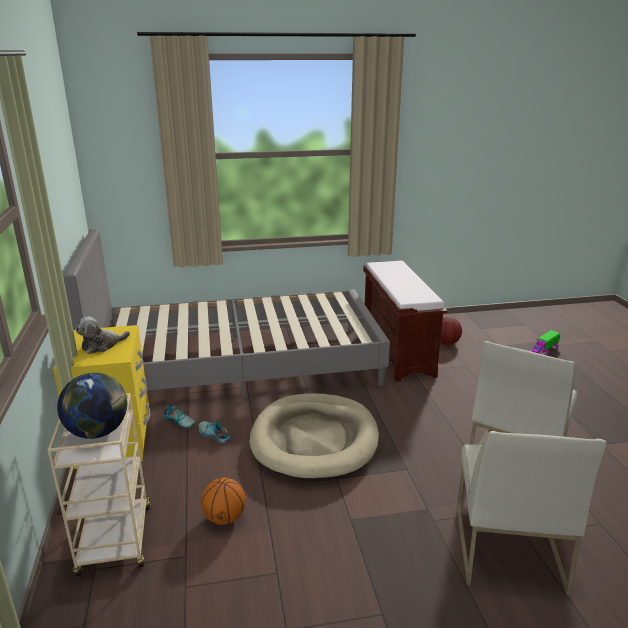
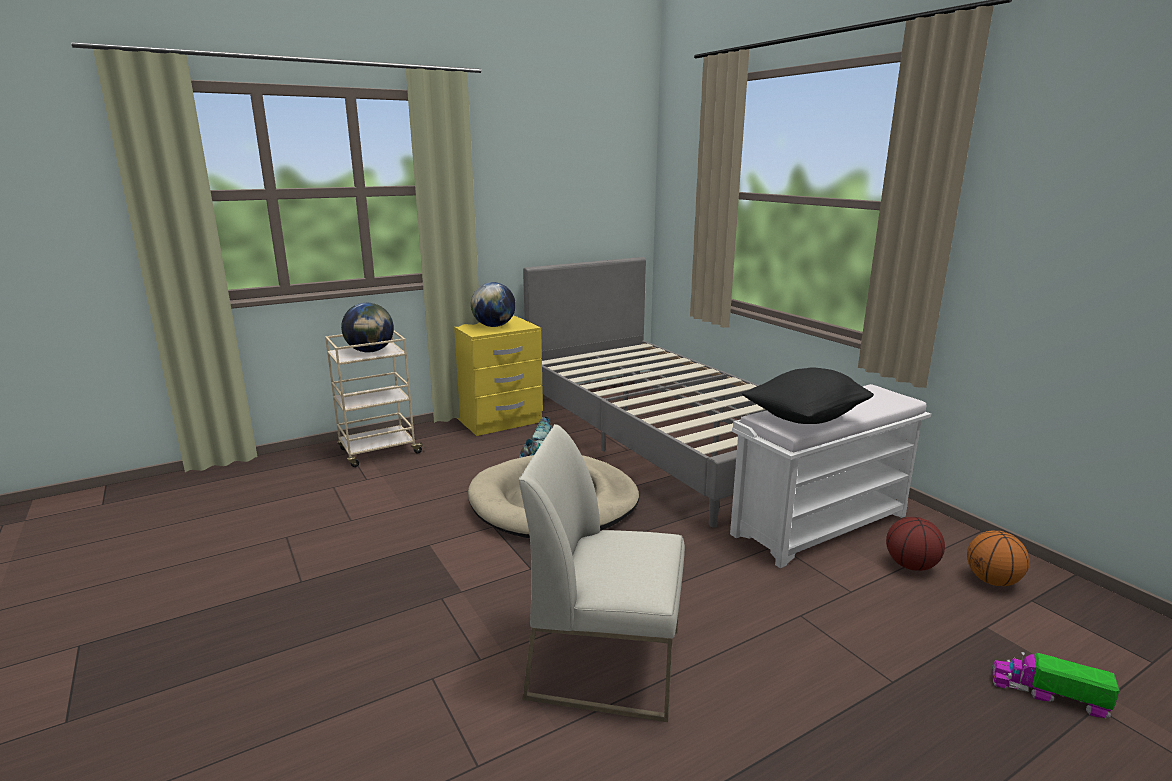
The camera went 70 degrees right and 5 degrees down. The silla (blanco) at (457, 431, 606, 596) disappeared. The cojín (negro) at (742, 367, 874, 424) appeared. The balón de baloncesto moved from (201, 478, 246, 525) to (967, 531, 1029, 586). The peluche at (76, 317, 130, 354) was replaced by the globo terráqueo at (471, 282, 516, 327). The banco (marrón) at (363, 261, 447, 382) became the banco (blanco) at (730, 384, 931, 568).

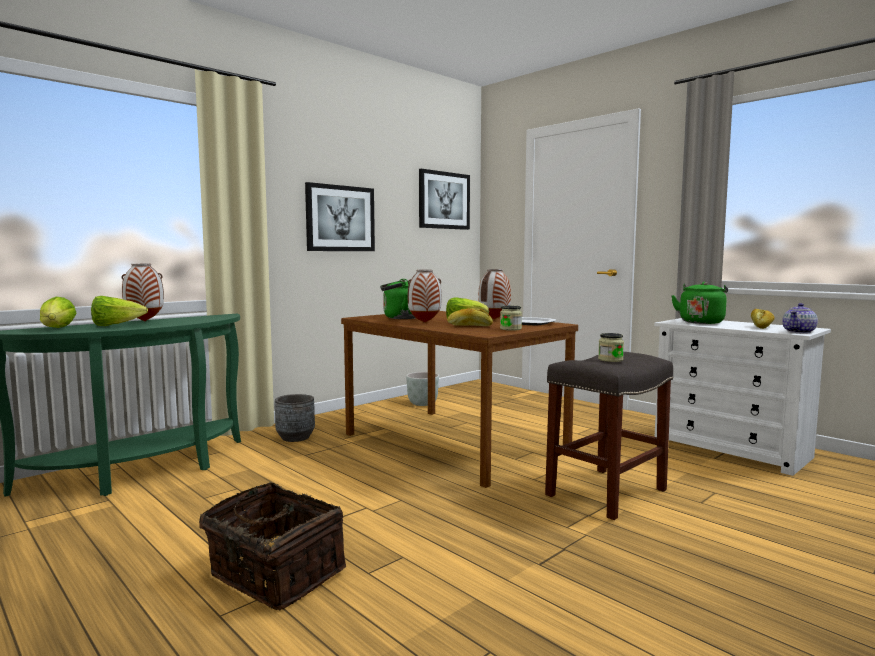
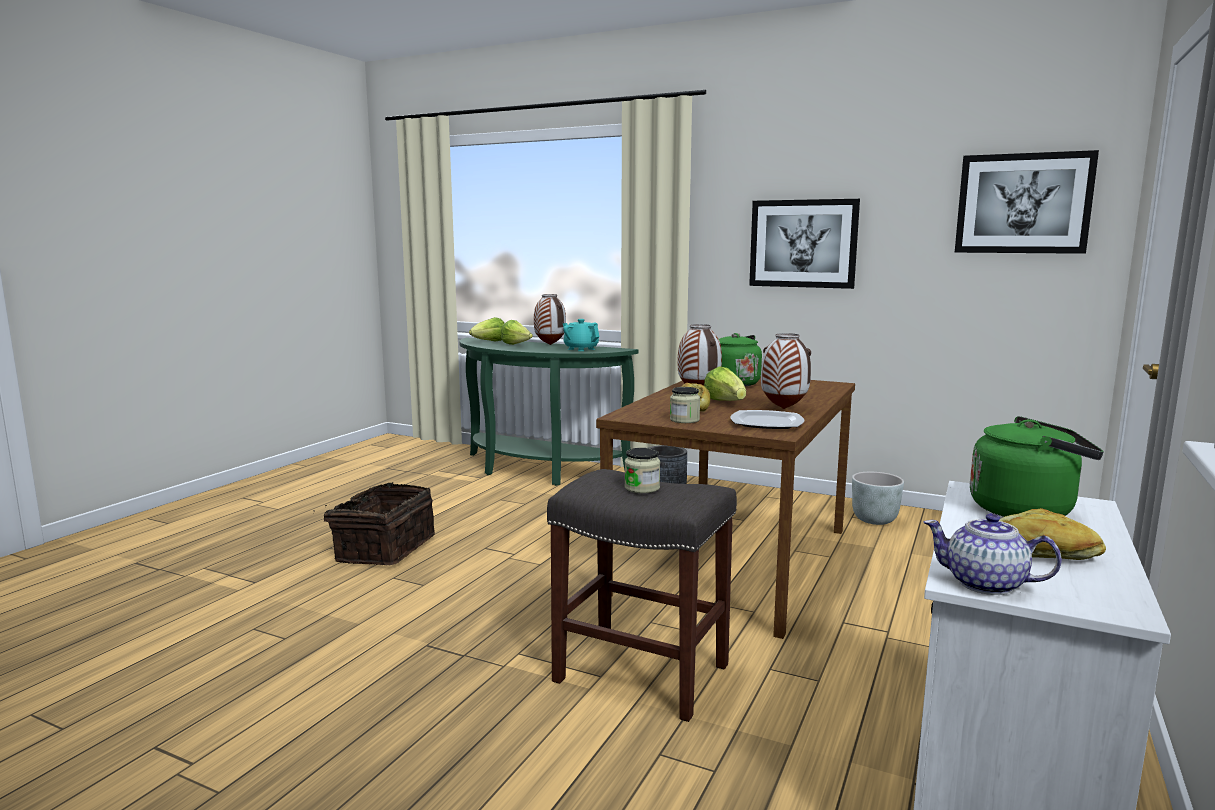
The camera went 70 degrees right and 5 degrees up. The tetera (turquesa) at (563, 319, 599, 351) appeared.

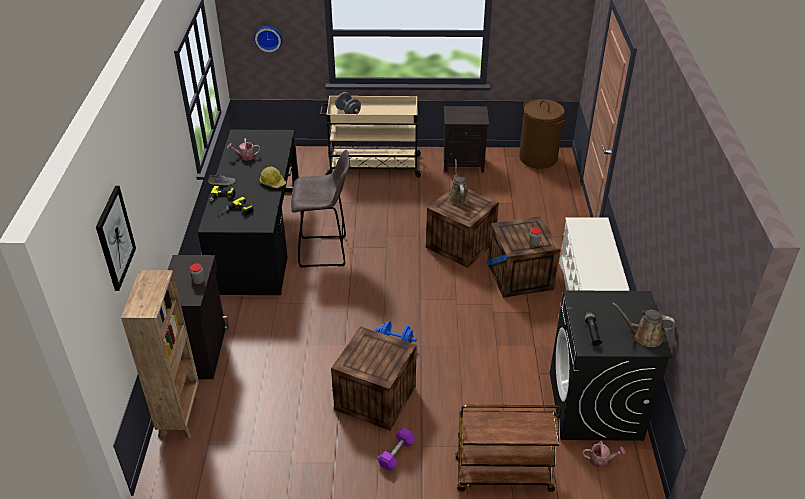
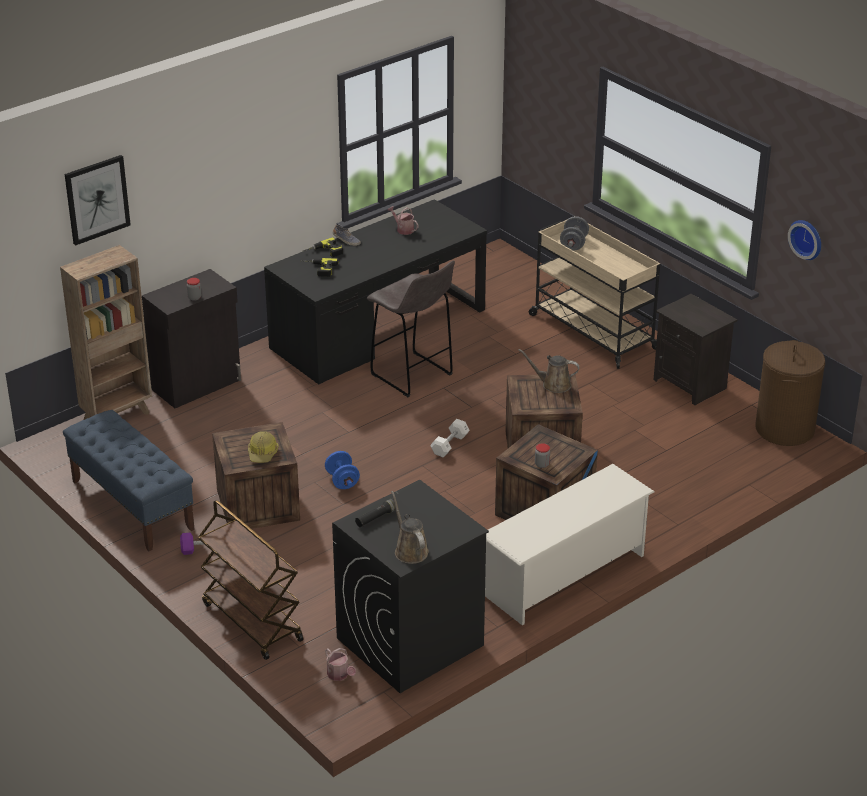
The camera went 50 degrees right and 5 degrees down. The banco (azul) at (63, 410, 195, 551) appeared. The mancuerna (blanco) at (430, 419, 470, 457) appeared. The reloj de pared moved from (254, 26, 282, 52) to (788, 220, 821, 260). The casco moved from (260, 167, 286, 188) to (248, 431, 279, 463). The regadera (marrón) at (448, 159, 469, 205) turned 120 degrees counterclockwise.

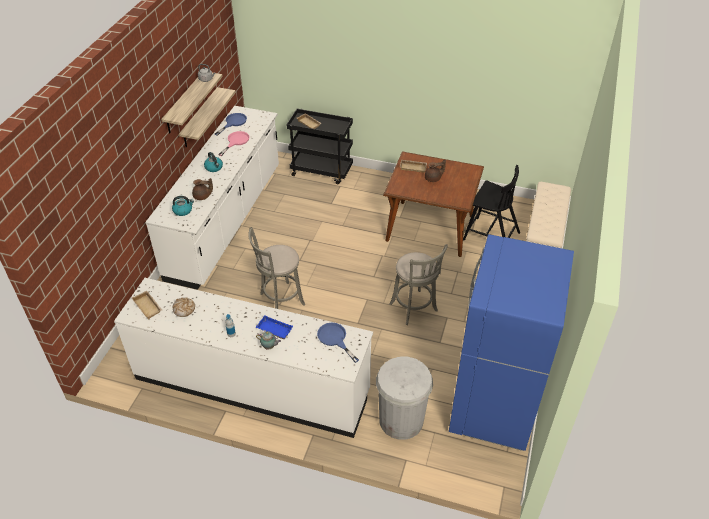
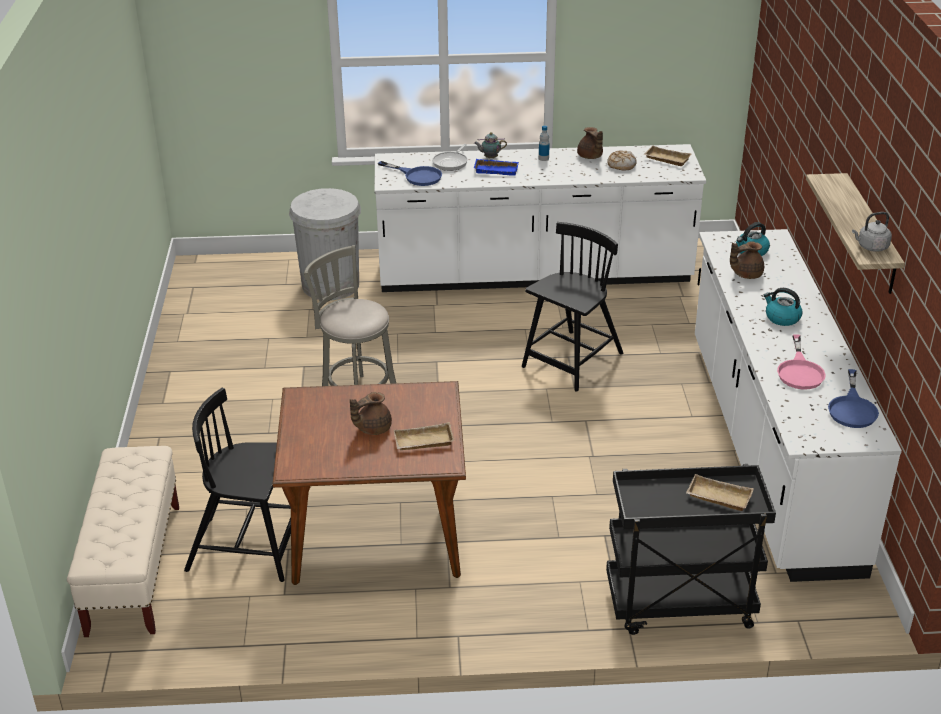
The camera went 160 degrees right and 10 degrees down. The estante at (179, 87, 236, 147) disappeared. The nevera (azul) at (449, 234, 574, 451) disappeared. The sartén at (432, 144, 468, 171) appeared. The tetera (marrón) at (577, 127, 603, 159) appeared. The taburete (gris) at (248, 227, 305, 309) was replaced by the silla (negro) at (522, 222, 623, 392).

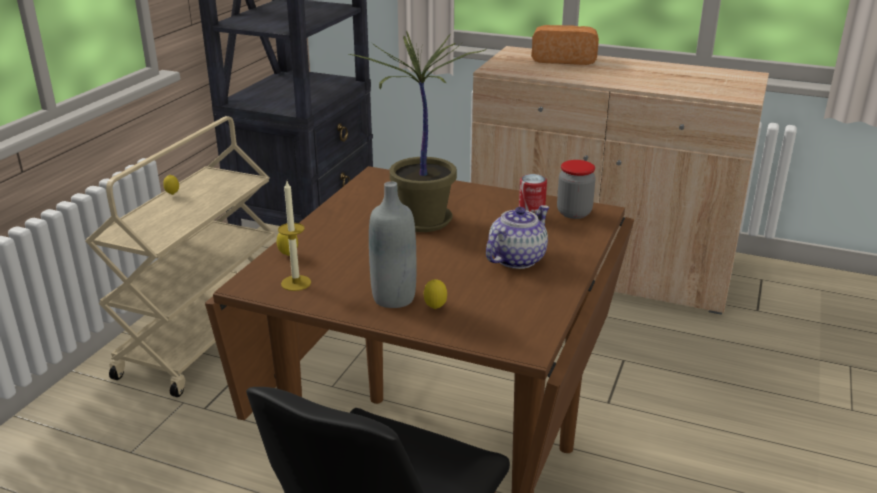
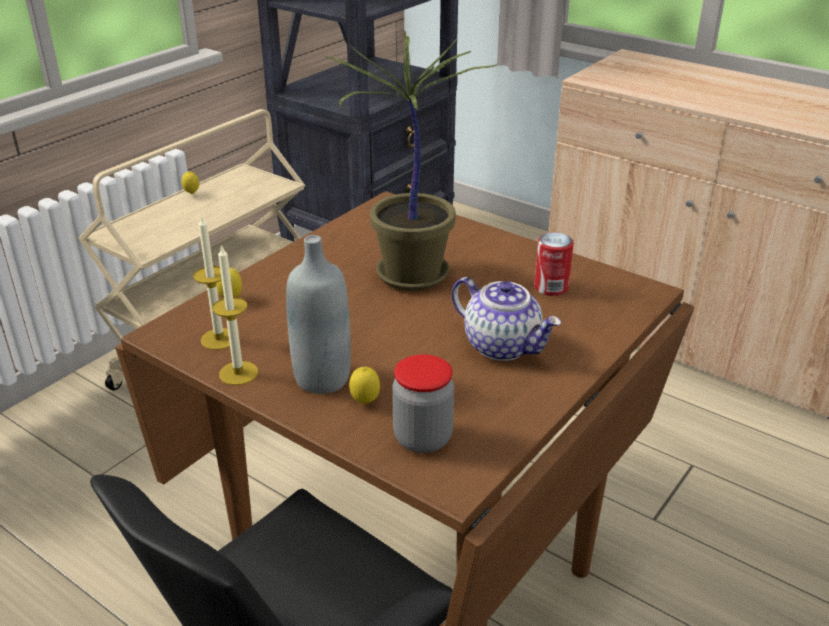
The camera went 15 degrees right and 5 degrees up. The pan at (531, 25, 599, 65) disappeared. The vela at (212, 244, 258, 385) appeared. The tarro moved from (557, 160, 596, 219) to (392, 354, 454, 453). The tetera at (486, 205, 549, 269) turned 75 degrees clockwise.

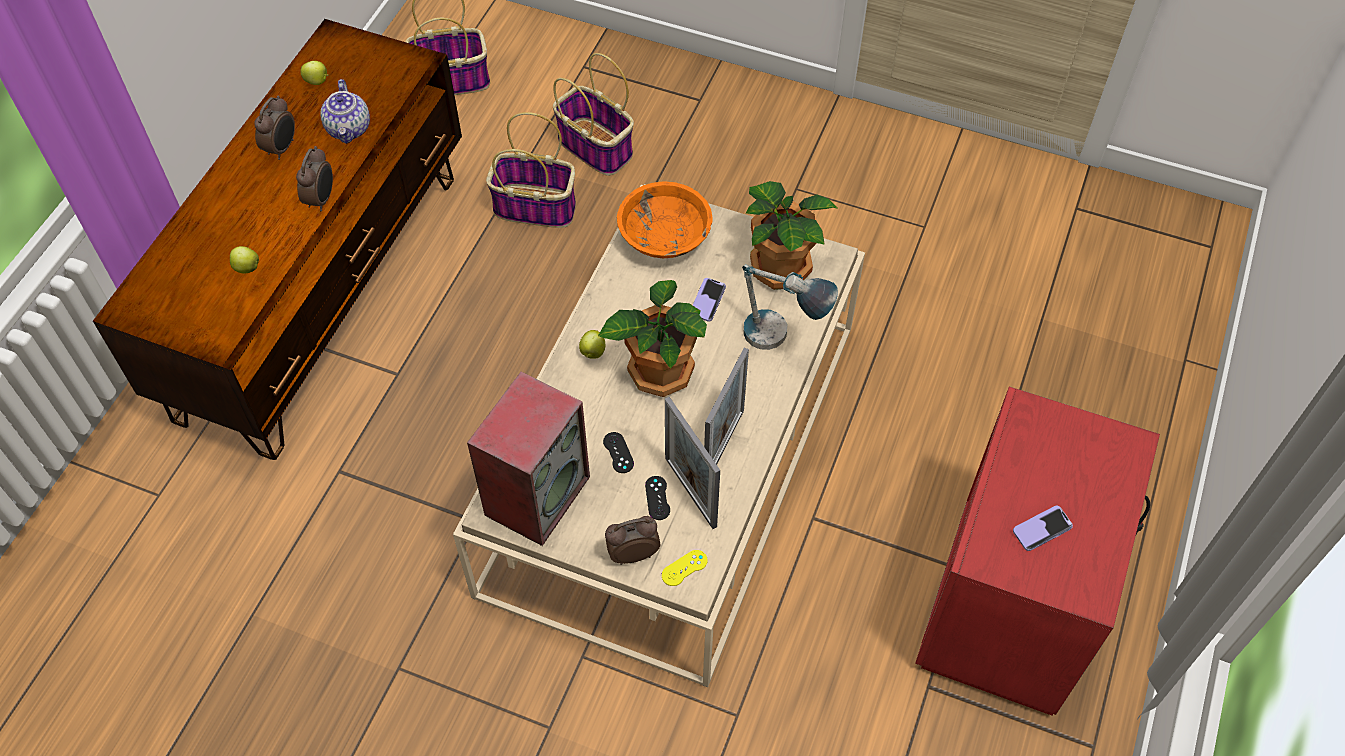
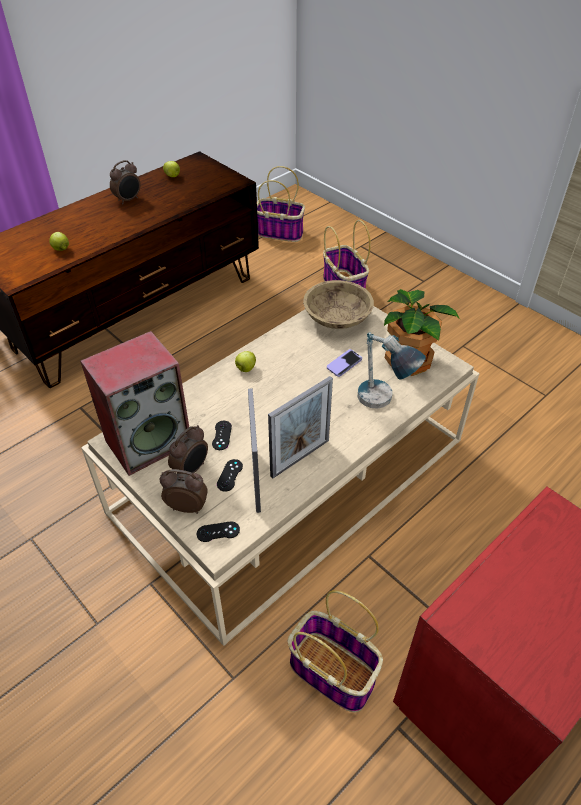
The camera went 25 degrees right and 10 degrees down. The tetera at (320, 79, 370, 144) disappeared. The planta en maceta at (598, 280, 707, 397) disappeared. The móvil at (1013, 506, 1073, 551) disappeared. The despertador moved from (296, 146, 333, 211) to (168, 425, 208, 474). The cesta moved from (486, 112, 576, 228) to (288, 590, 383, 712). The cuenco (naranja) at (617, 181, 713, 258) became the cuenco (beis) at (303, 280, 374, 329). The mando de consola (amarillo) at (662, 550, 707, 586) became the mando de consola (negro) at (197, 521, 240, 542).

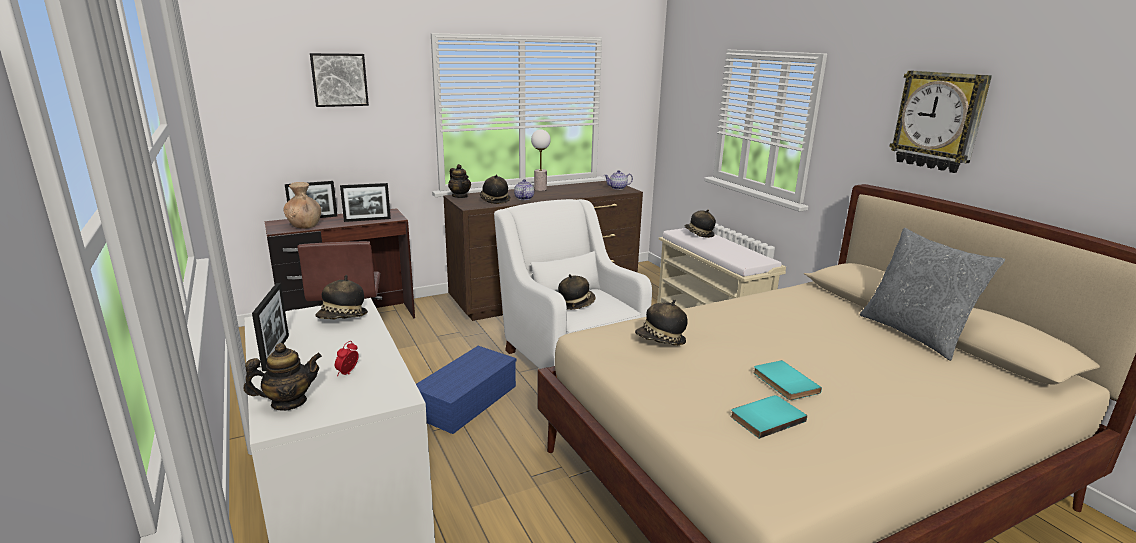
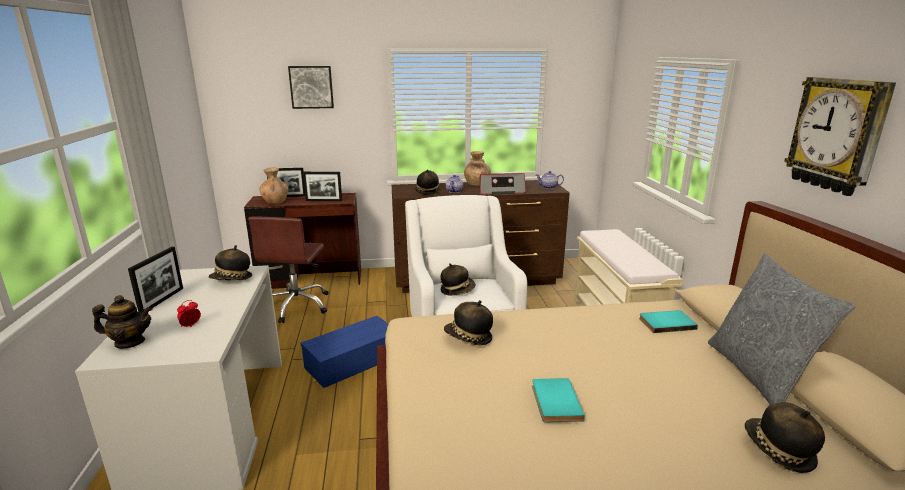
The camera went 20 degrees right and 0 degrees up. The tetera at (448, 164, 471, 198) disappeared. The radio at (480, 173, 526, 194) appeared. The sombrero moved from (684, 210, 716, 238) to (744, 402, 825, 473). The libro (turquesa) moved from (731, 395, 807, 439) to (639, 310, 698, 333). The lámpara de mesa at (531, 129, 551, 191) was replaced by the florero (marrón) at (464, 151, 491, 186).

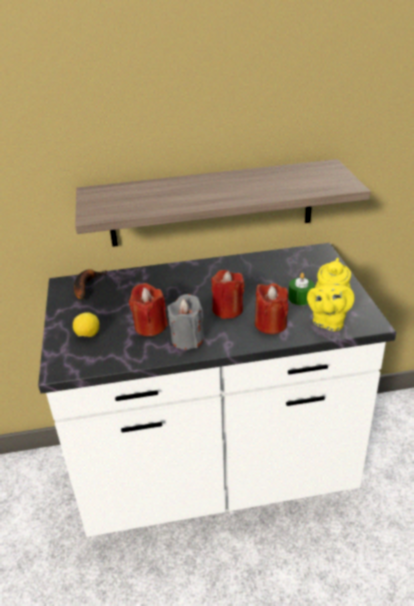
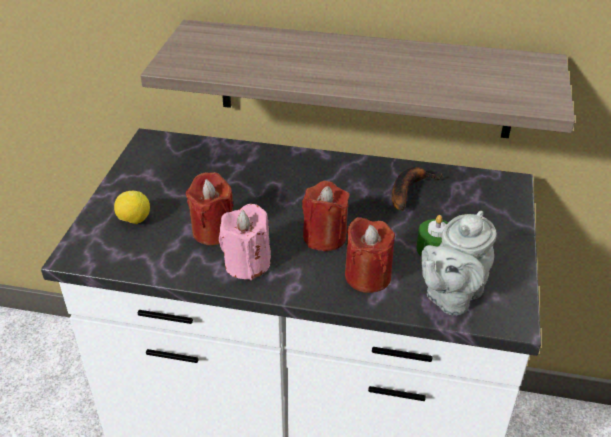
The camera went 20 degrees right and 5 degrees up. The plátano moved from (74, 269, 107, 299) to (392, 167, 443, 211). The vela (gris) at (167, 294, 204, 350) became the vela (rosa) at (219, 204, 271, 280). The tetera (amarillo) at (307, 258, 354, 331) became the tetera (gris) at (421, 211, 497, 315).

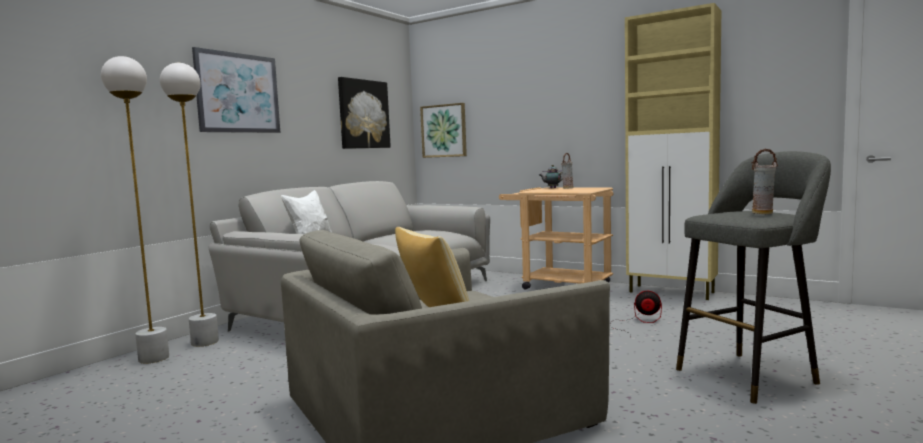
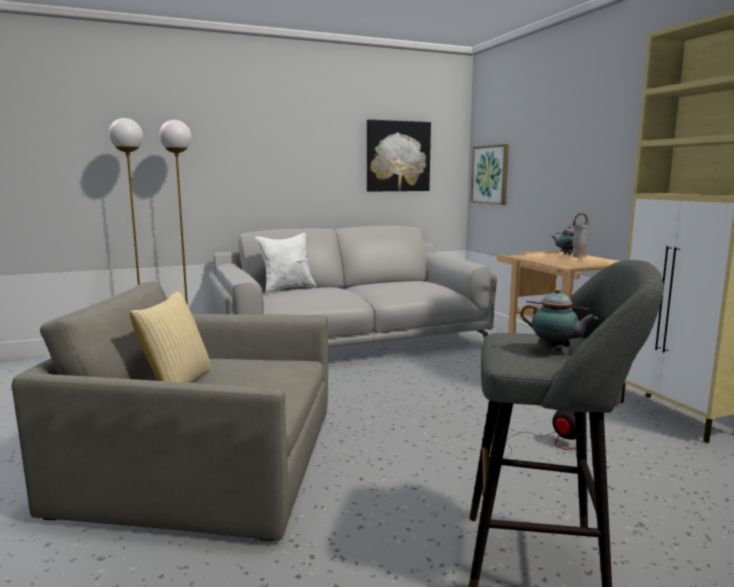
The camera went 35 degrees right and 5 degrees up. The cuadro at (192, 47, 280, 133) disappeared. The florero at (751, 149, 778, 214) was replaced by the tetera at (520, 288, 598, 351).

